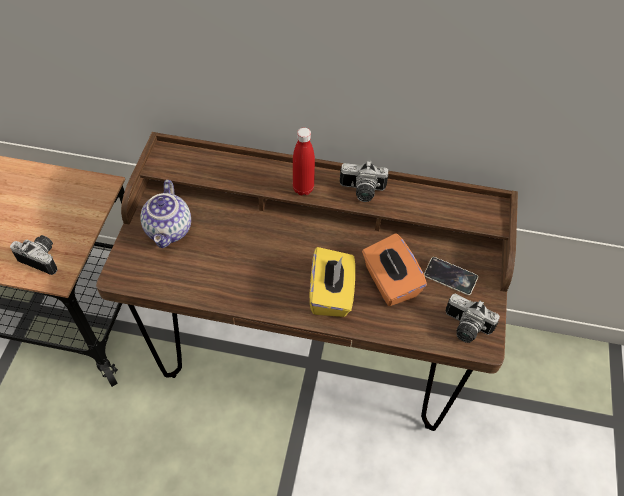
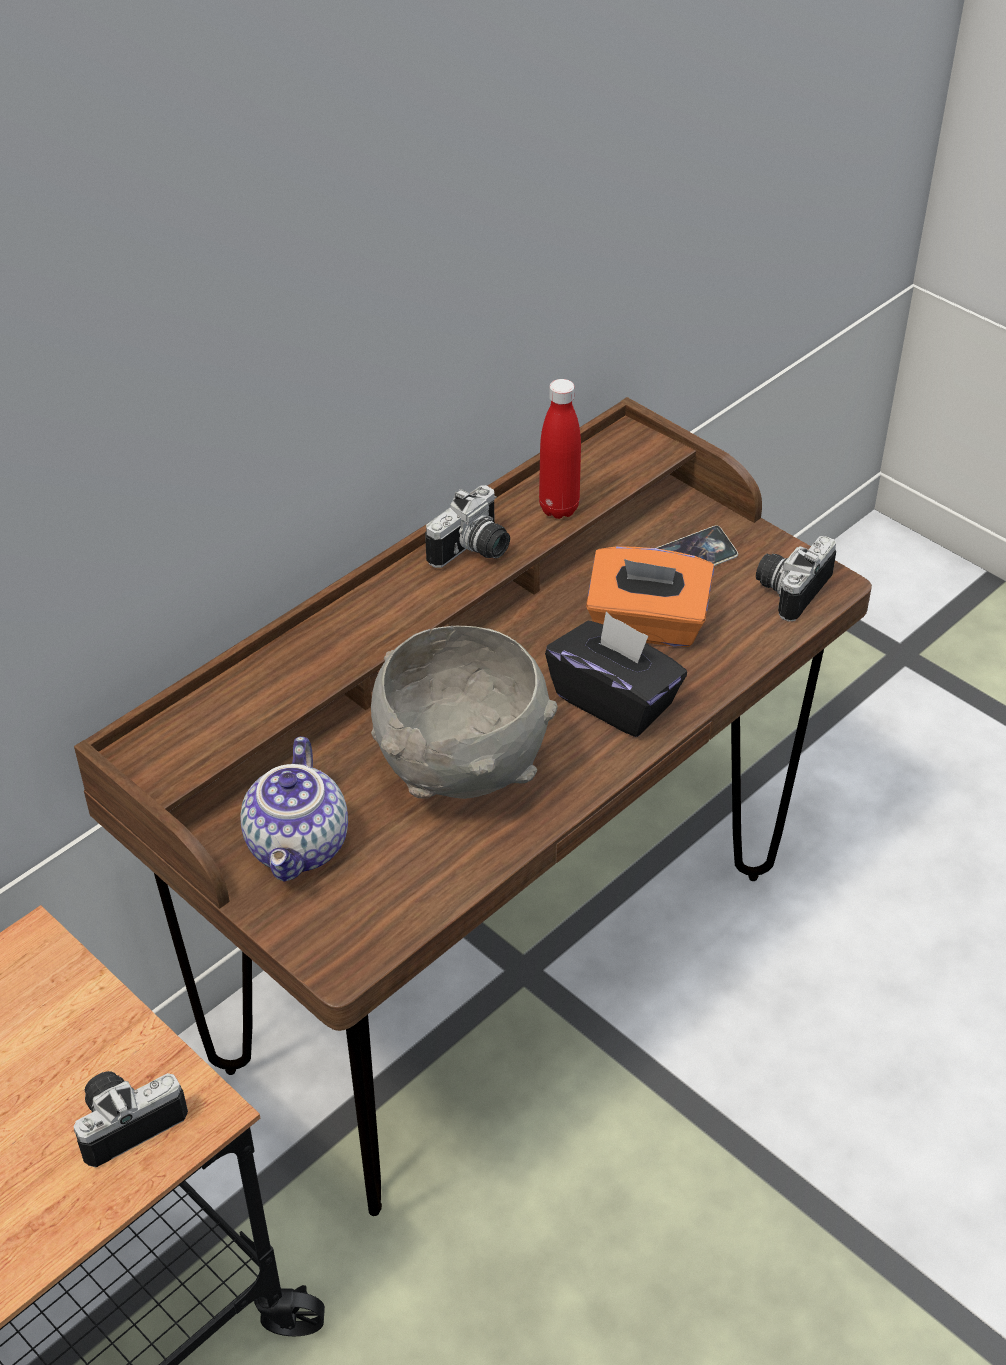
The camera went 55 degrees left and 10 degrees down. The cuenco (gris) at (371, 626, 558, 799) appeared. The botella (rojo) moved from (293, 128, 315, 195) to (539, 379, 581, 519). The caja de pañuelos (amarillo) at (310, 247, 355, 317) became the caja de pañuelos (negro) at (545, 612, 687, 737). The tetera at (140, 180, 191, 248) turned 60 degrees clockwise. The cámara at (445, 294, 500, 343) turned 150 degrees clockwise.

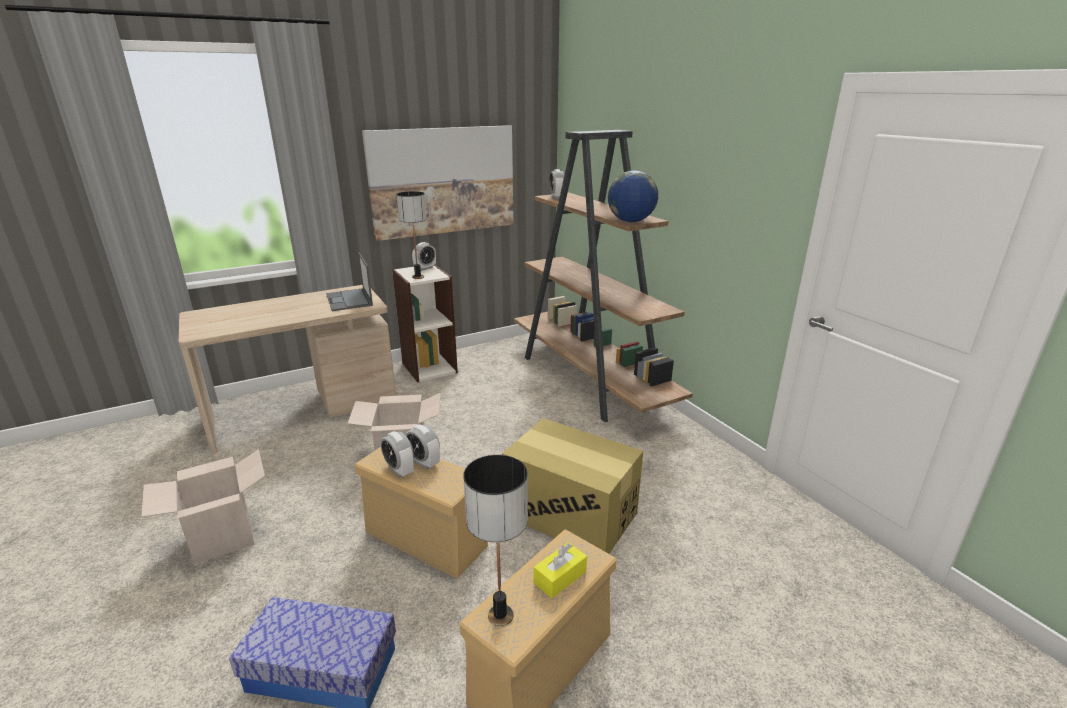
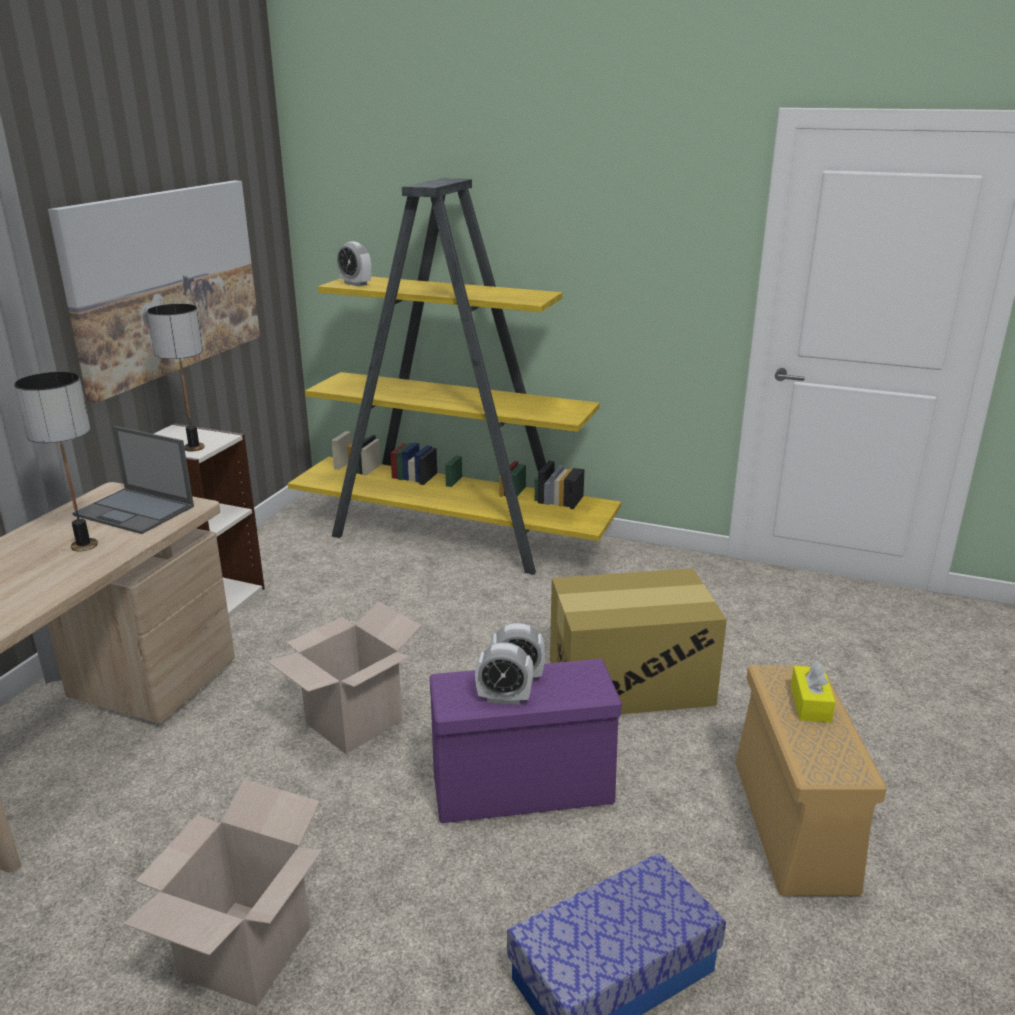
The camera went 40 degrees left and 0 degrees up. The despertador at (412, 242, 436, 271) disappeared. The globo terráqueo at (608, 170, 658, 222) disappeared. The lámpara de mesa moved from (463, 455, 528, 627) to (14, 372, 98, 552). The caja de almacenaje (beis) at (355, 447, 488, 578) became the caja de almacenaje (morado) at (429, 659, 622, 823). The estantería (marrón) at (514, 130, 693, 422) became the estantería (amarillo) at (288, 178, 621, 575).

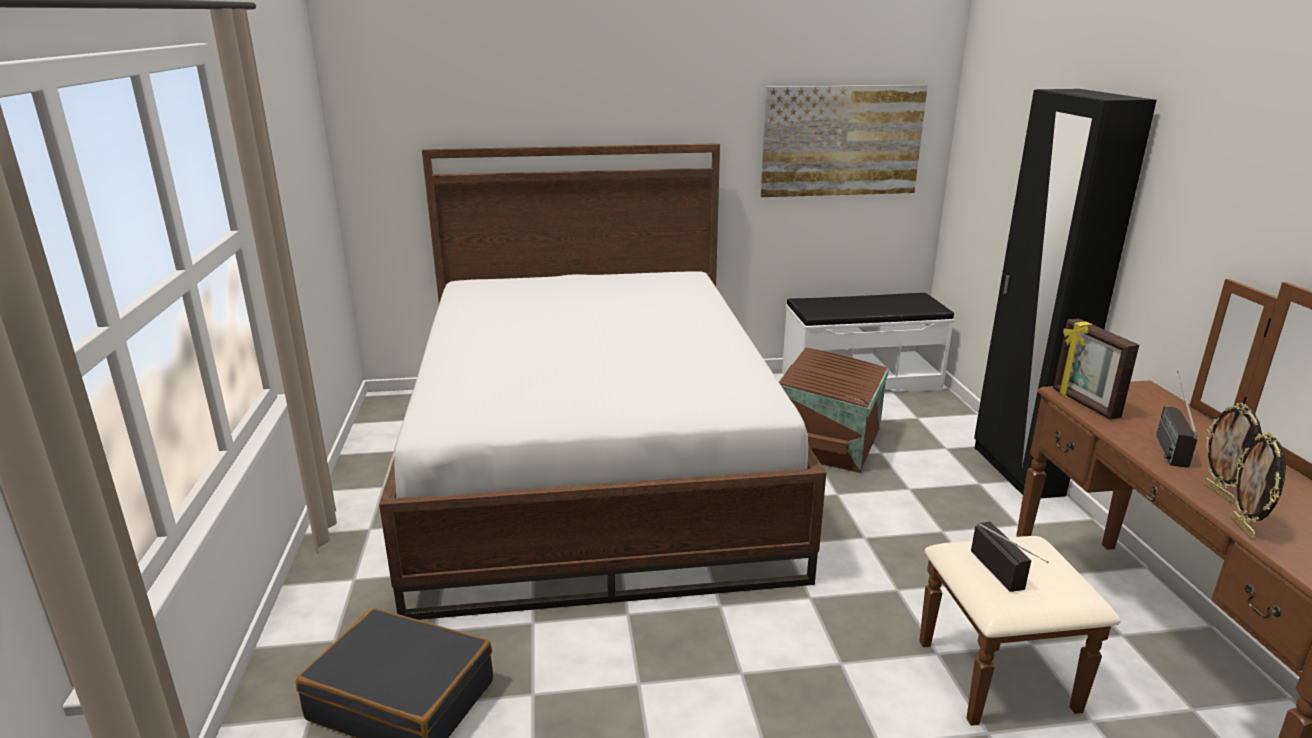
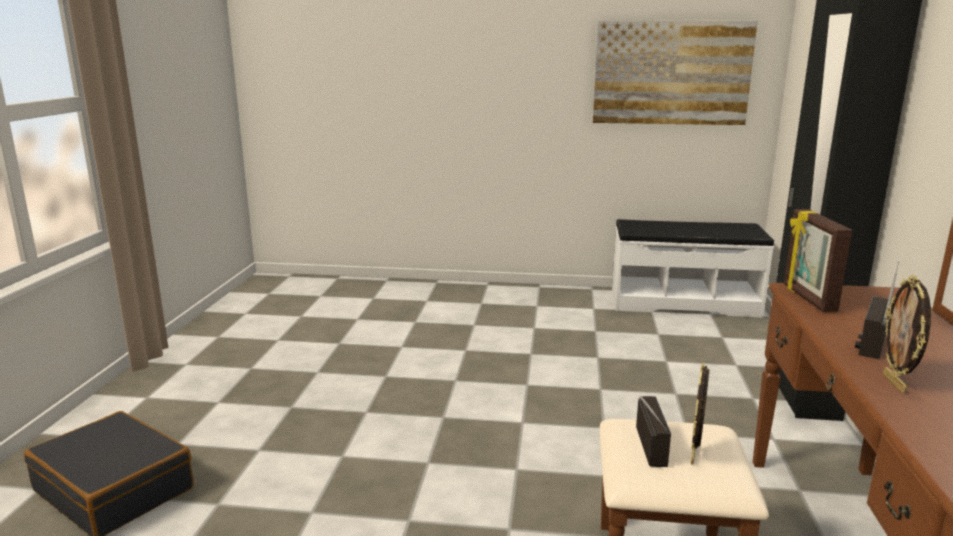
The camera went 15 degrees right and 5 degrees down. The cama at (379, 143, 826, 620) disappeared. The caja de almacenaje (marrón) at (778, 347, 889, 473) disappeared. The portarretratos moved from (1231, 432, 1286, 539) to (691, 363, 709, 465).

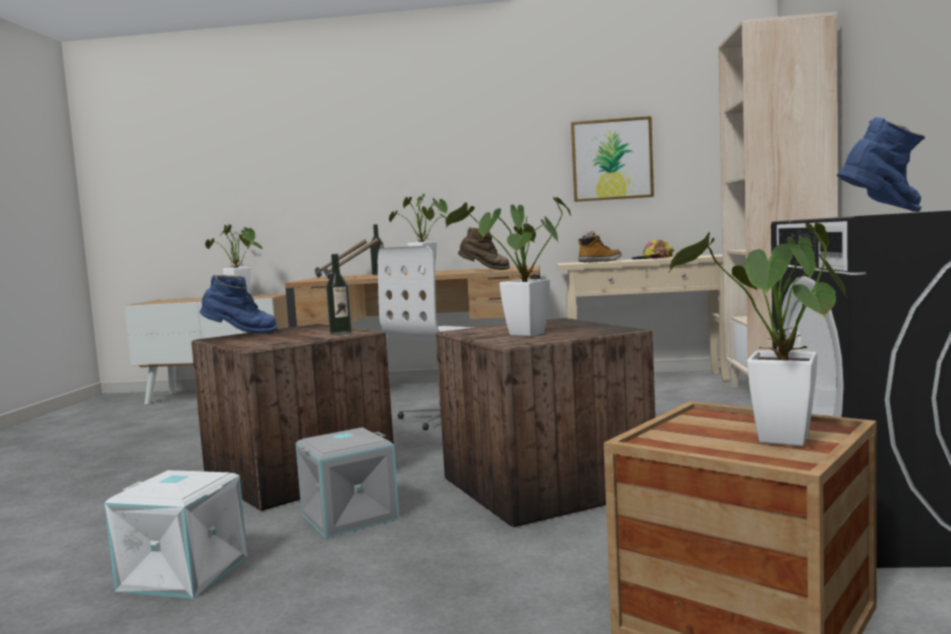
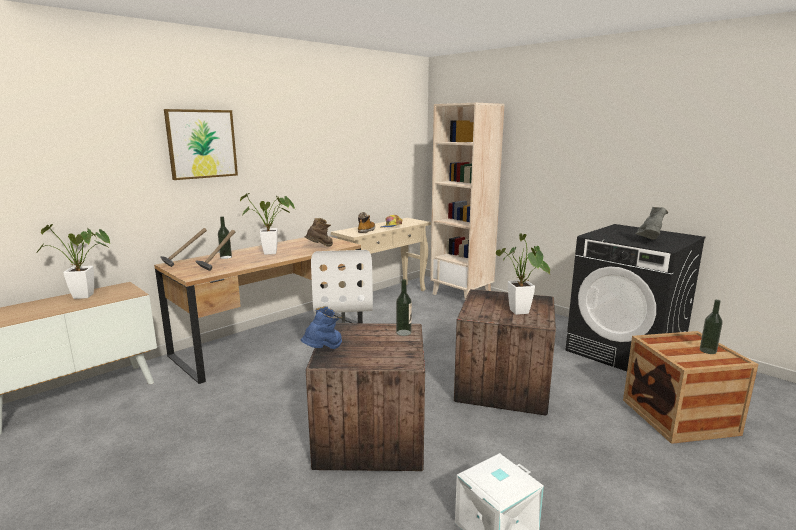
The camera went 50 degrees left and 10 degrees up. The caja de almacenaje (gris) at (296, 428, 399, 538) disappeared. The cuadro moved from (571, 116, 654, 202) to (164, 109, 238, 180). The planta en maceta at (669, 223, 846, 446) was replaced by the botella at (700, 300, 723, 354). The bota (azul) at (837, 117, 925, 212) became the bota (gris) at (636, 207, 668, 240).

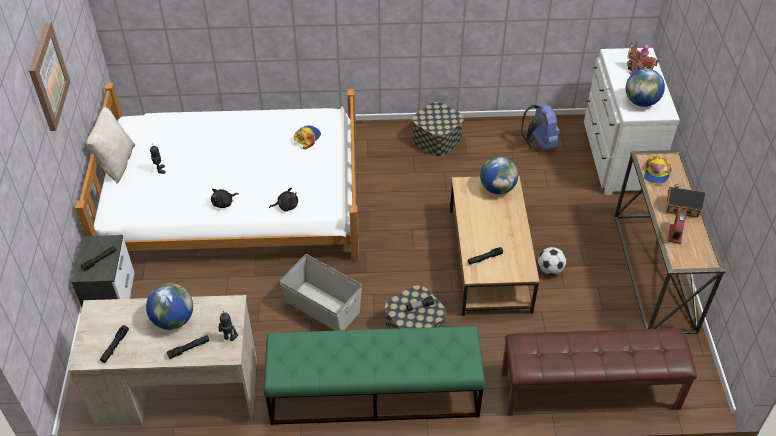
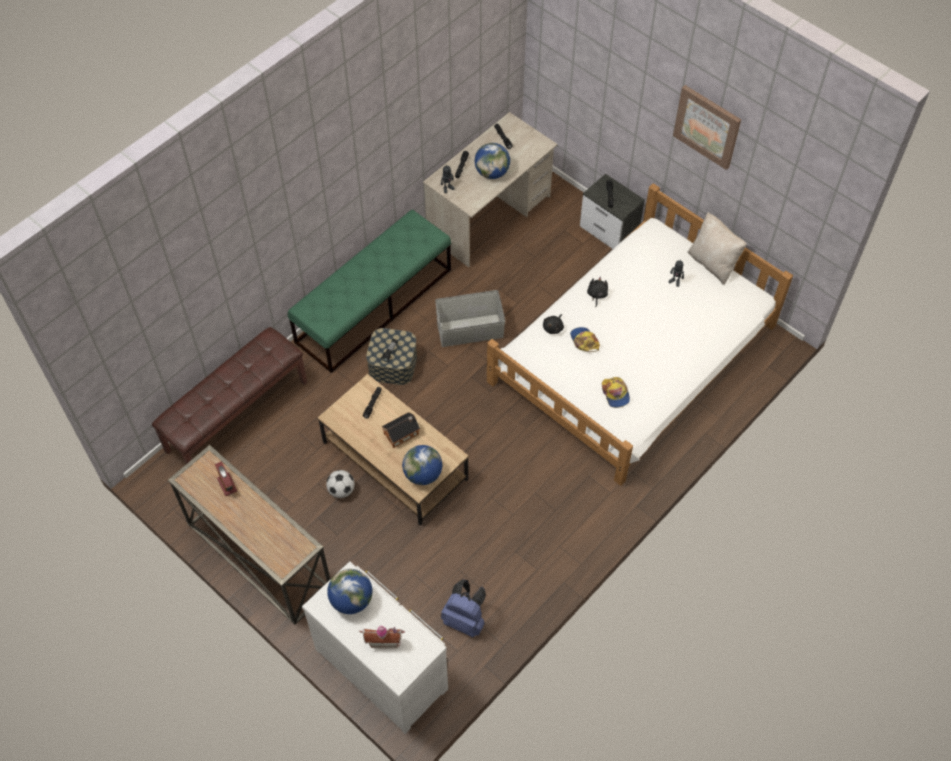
The camera went 135 degrees right and 10 degrees up. The caja de almacenaje at (412, 102, 464, 157) disappeared. The gorra moved from (644, 155, 672, 184) to (570, 327, 600, 352). The casita moved from (667, 183, 705, 217) to (382, 412, 420, 448).

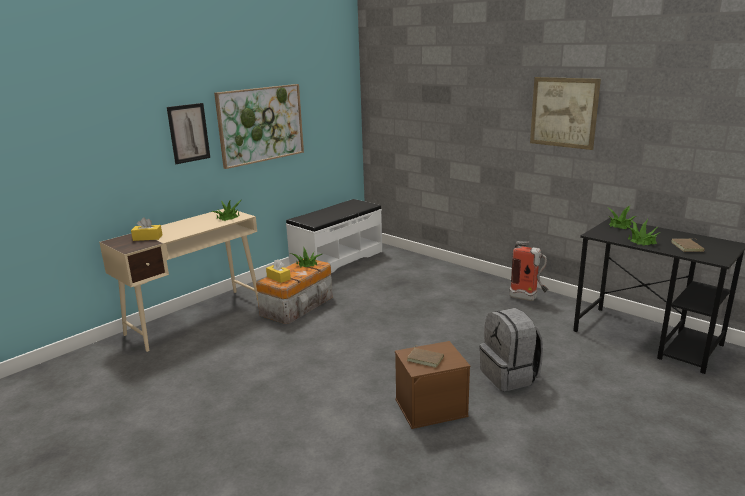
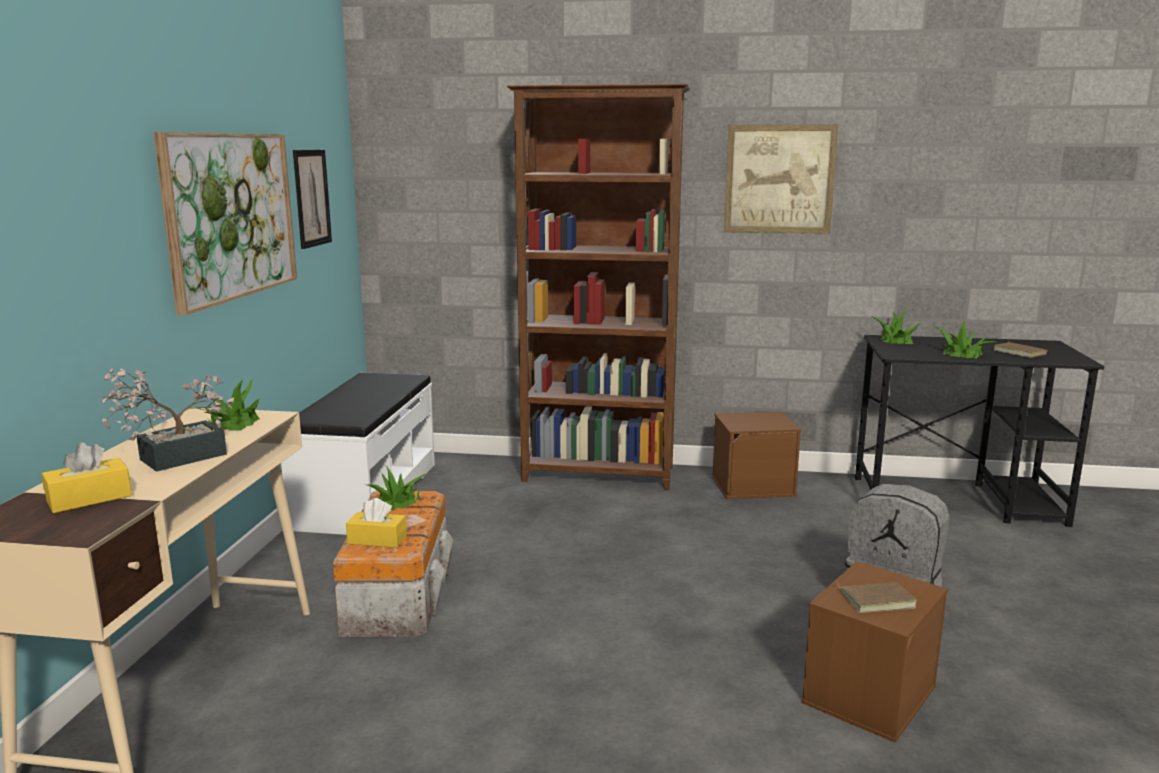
The camera went 35 degrees left and 5 degrees down. The planta en maceta at (101, 368, 234, 472) appeared. The estantería (marrón) at (507, 84, 690, 490) appeared. The cuadro moved from (167, 103, 210, 164) to (293, 150, 332, 249). The extintor at (509, 241, 549, 301) was replaced by the caja de almacenaje (marrón) at (712, 412, 801, 499).

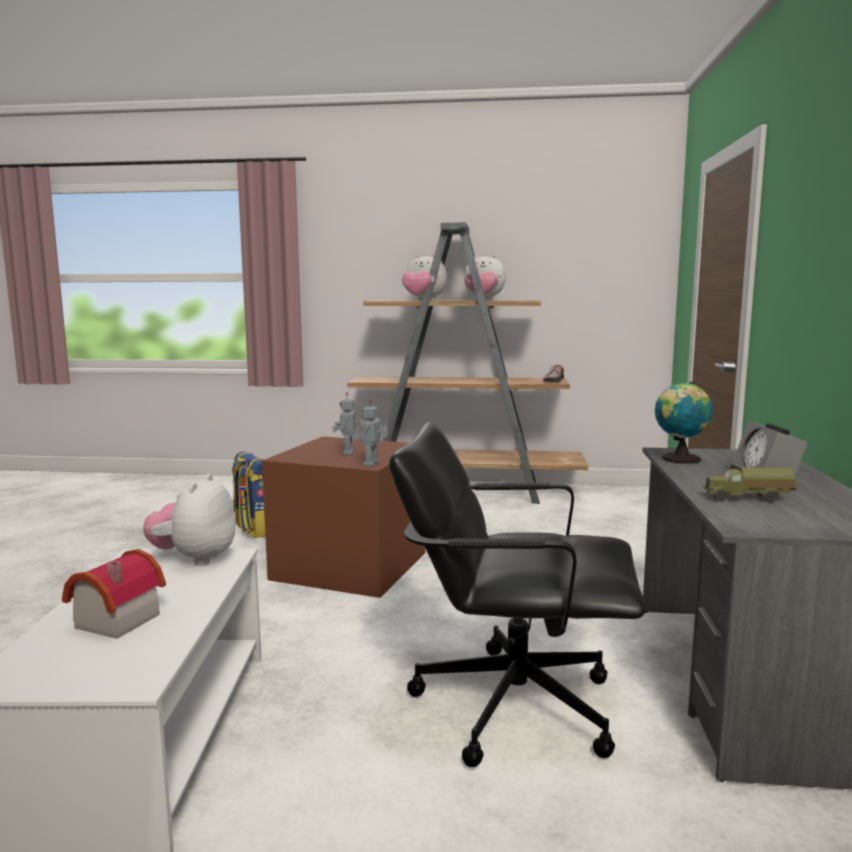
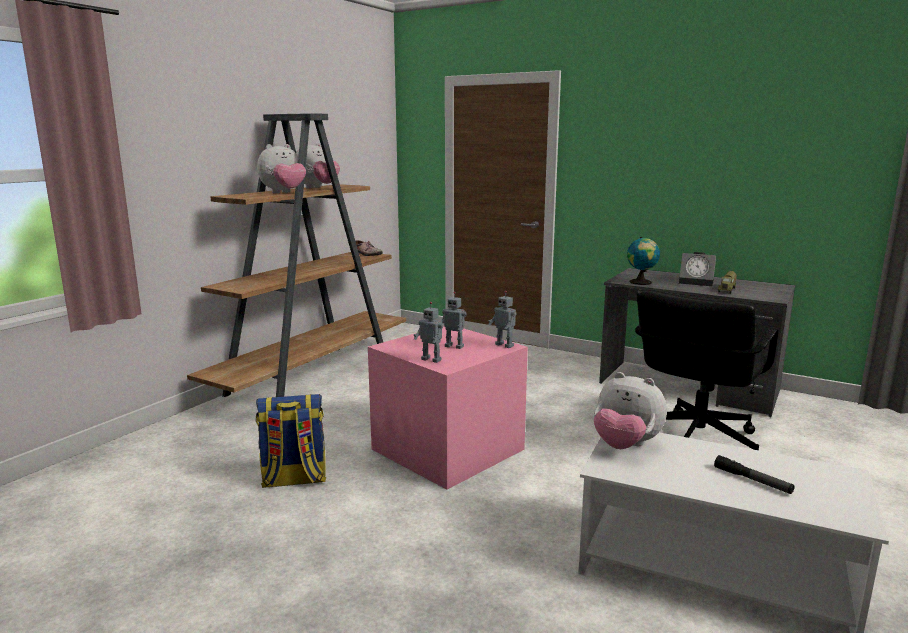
The camera went 65 degrees left and 5 degrees up. The robot de juguete at (414, 302, 444, 363) appeared. The casita at (62, 549, 166, 639) was replaced by the linterna at (714, 455, 795, 494). The caja de almacenaje (marrón) at (262, 436, 425, 598) became the caja de almacenaje (rosa) at (368, 326, 528, 490).

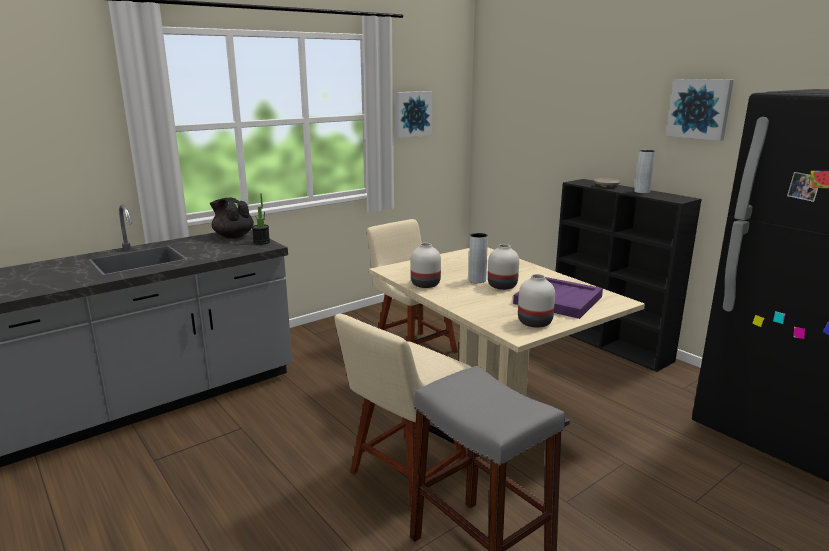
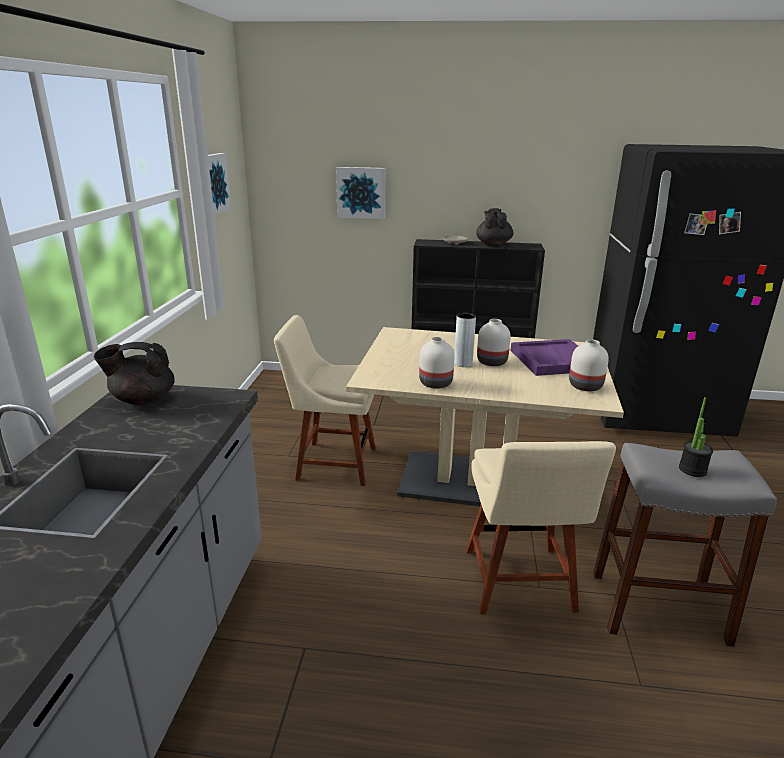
The camera went 45 degrees left and 5 degrees up. The planta en maceta moved from (252, 194, 270, 245) to (679, 397, 713, 477). The cuadro moved from (666, 79, 734, 141) to (336, 167, 385, 219). The florero (gris) at (634, 150, 656, 194) was replaced by the tetera (negro) at (476, 208, 514, 246).

